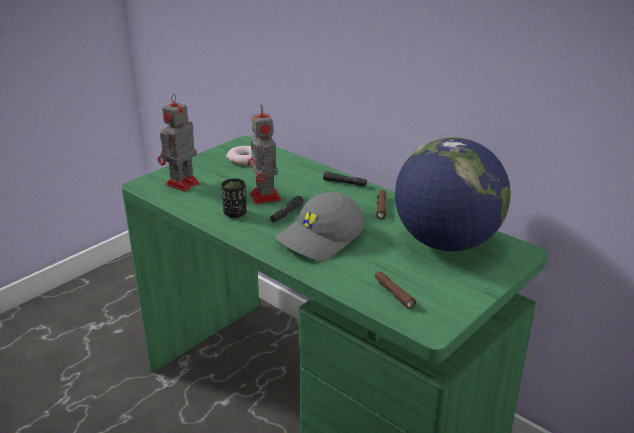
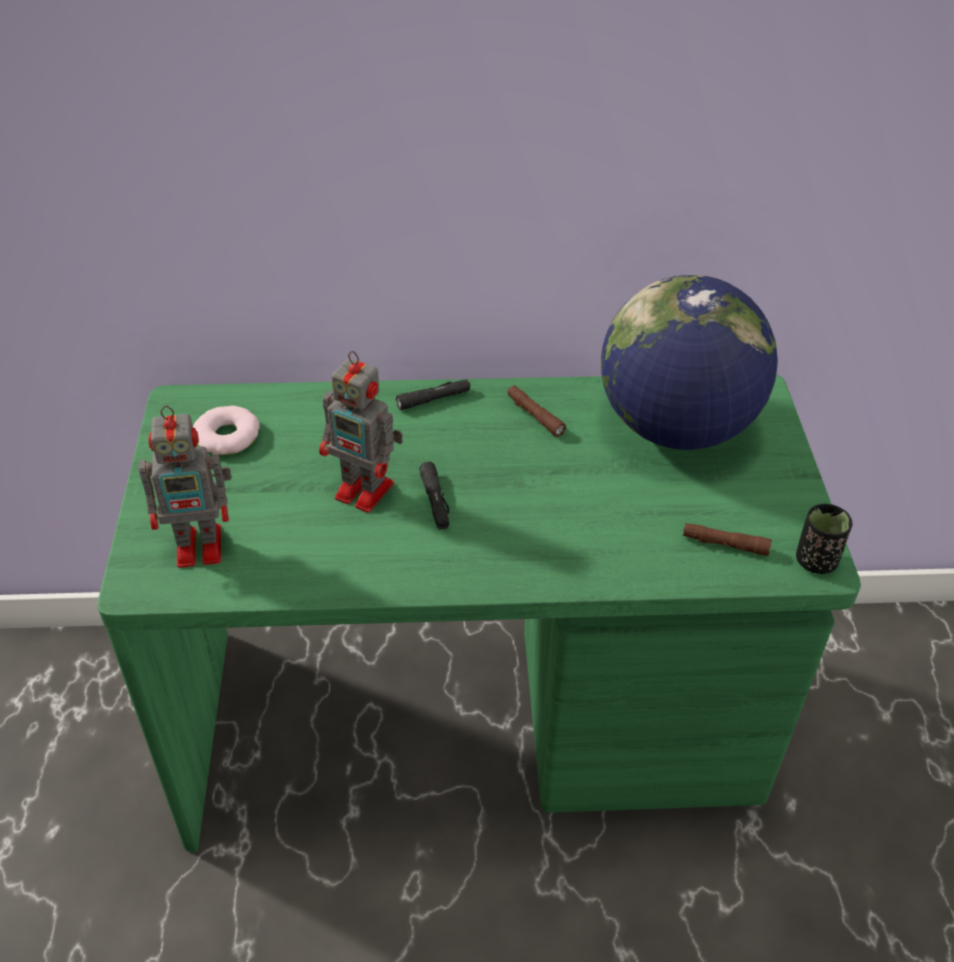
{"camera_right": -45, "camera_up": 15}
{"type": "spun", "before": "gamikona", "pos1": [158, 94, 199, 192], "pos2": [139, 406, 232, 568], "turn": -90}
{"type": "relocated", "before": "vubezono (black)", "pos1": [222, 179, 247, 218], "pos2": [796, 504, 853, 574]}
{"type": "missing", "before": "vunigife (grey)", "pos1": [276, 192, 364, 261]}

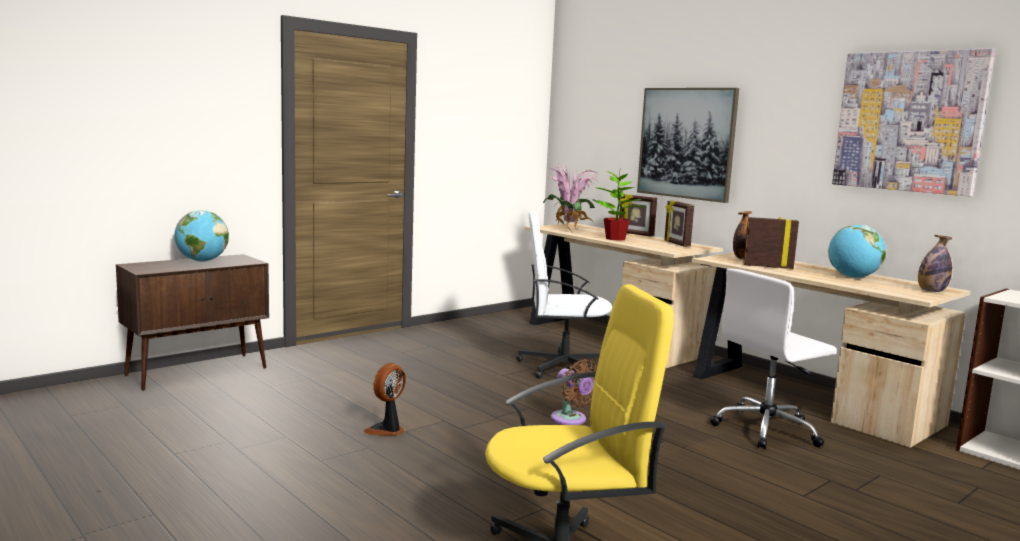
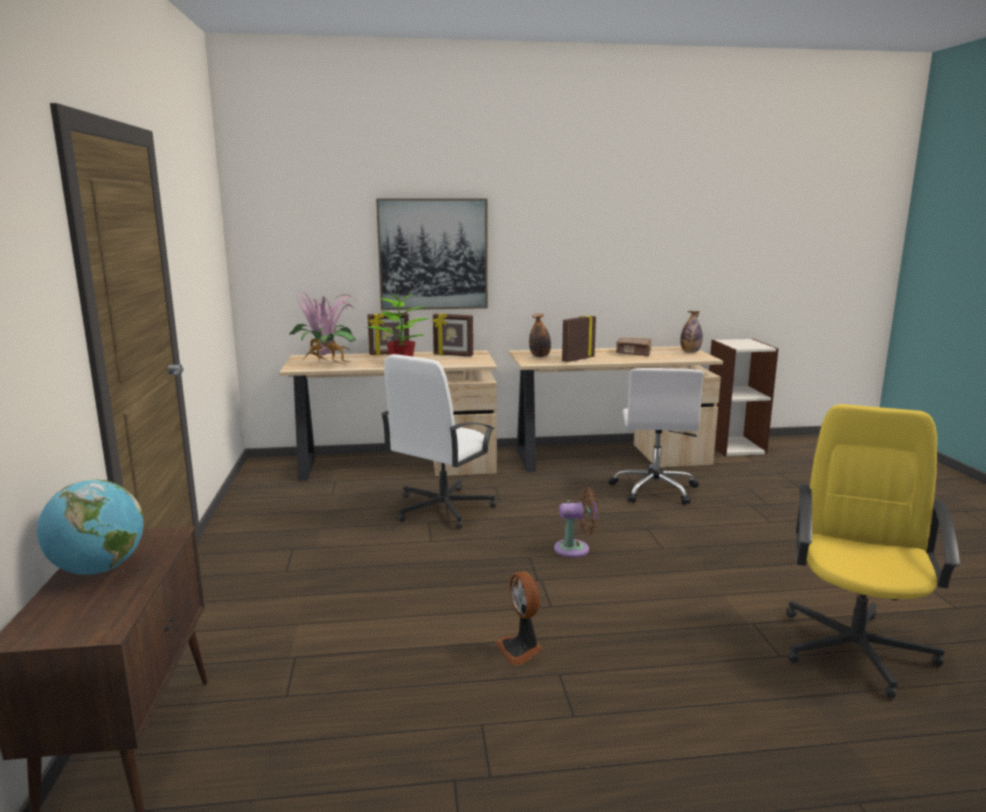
{"camera_right": -55, "camera_up": 5}
{"type": "missing", "before": "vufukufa", "pos1": [832, 48, 995, 197]}
{"type": "exchanged", "before": "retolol", "after": "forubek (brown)", "pos1": [828, 225, 886, 278], "pos2": [616, 338, 652, 356]}

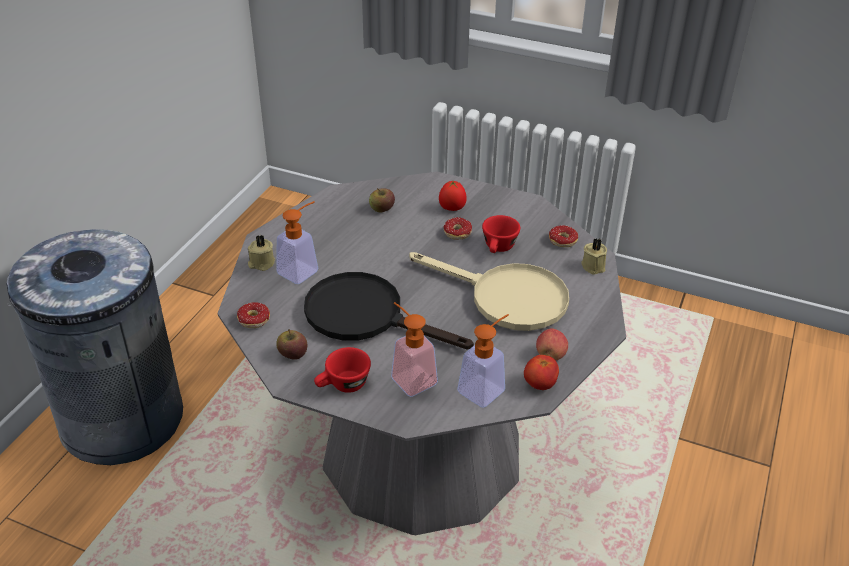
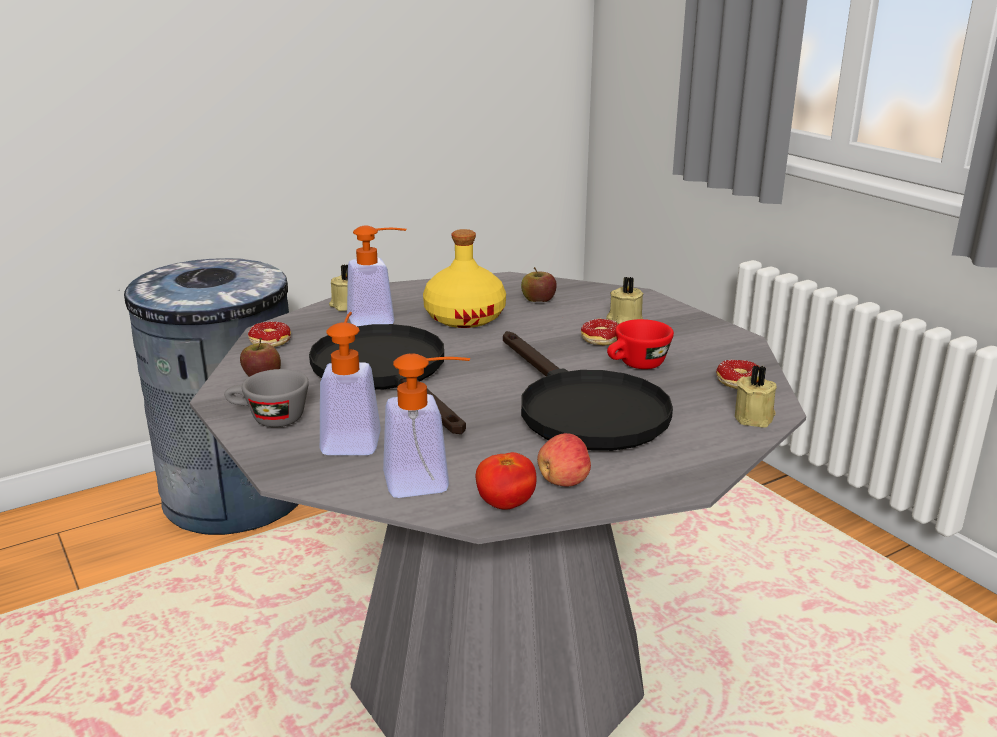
{"camera_right": 35, "camera_up": -15}
{"type": "exchanged", "before": "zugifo", "after": "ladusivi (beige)", "pos1": [439, 181, 467, 211], "pos2": [606, 277, 644, 324]}
{"type": "colour", "before": "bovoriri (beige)", "after": "bovoriri (black)", "pos1": [409, 252, 569, 331], "pos2": [503, 331, 673, 451]}
{"type": "colour", "before": "vubezono (red)", "after": "vubezono (grey)", "pos1": [314, 347, 371, 393], "pos2": [224, 369, 309, 427]}
{"type": "appeared", "after": "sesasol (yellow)", "pos2": [423, 229, 506, 328]}

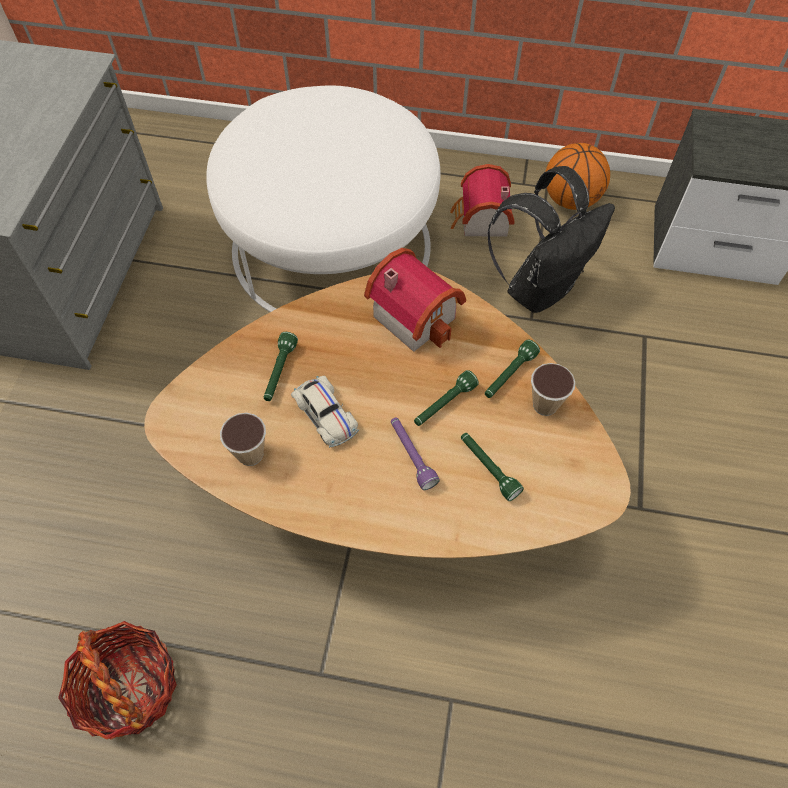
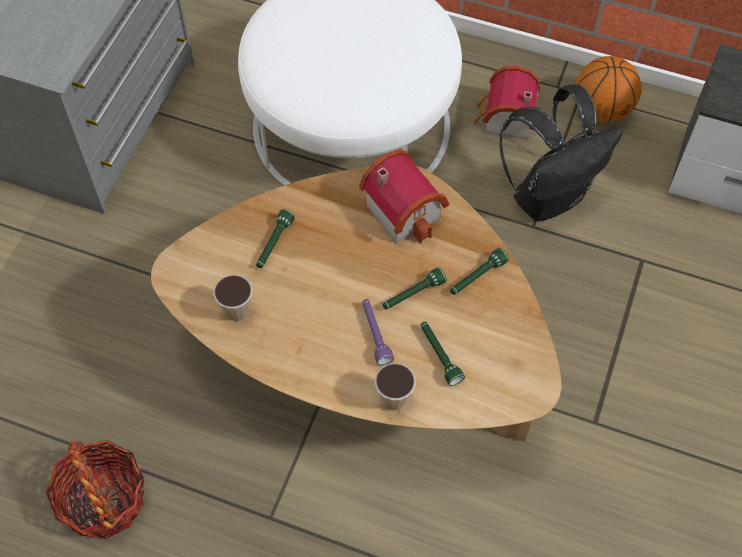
{"camera_right": 10, "camera_up": 0}
{"type": "relocated", "before": "vubezono", "pos1": [531, 363, 575, 416], "pos2": [375, 363, 416, 410]}
{"type": "missing", "before": "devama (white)", "pos1": [291, 375, 359, 448]}

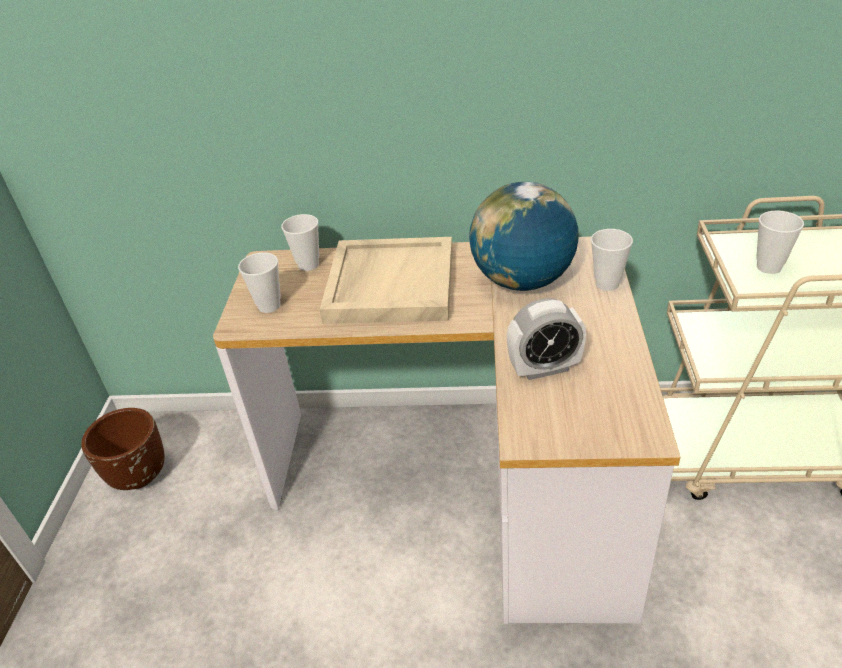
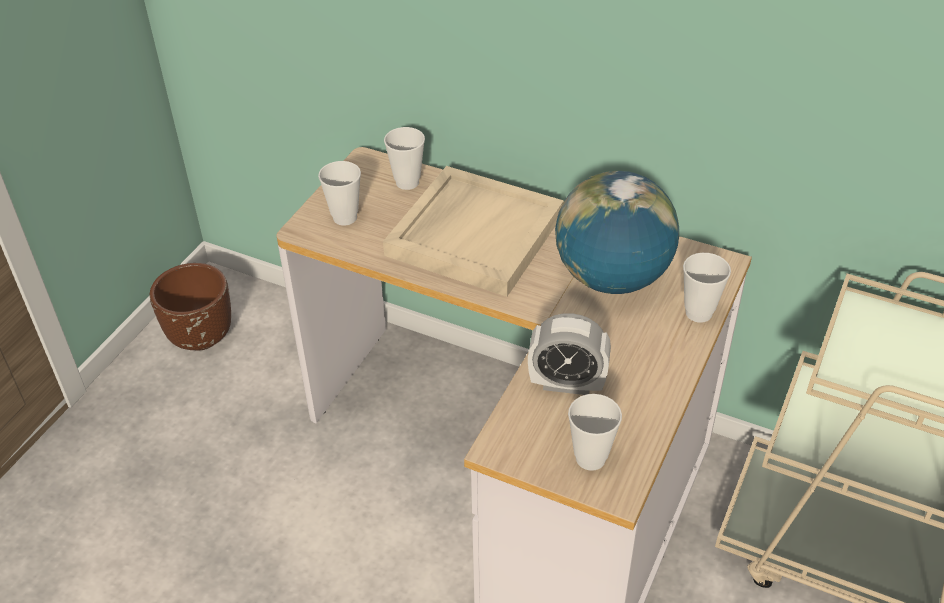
{"camera_right": 20, "camera_up": 5}
{"type": "relocated", "before": "vubezono", "pos1": [756, 210, 804, 274], "pos2": [568, 394, 622, 471]}

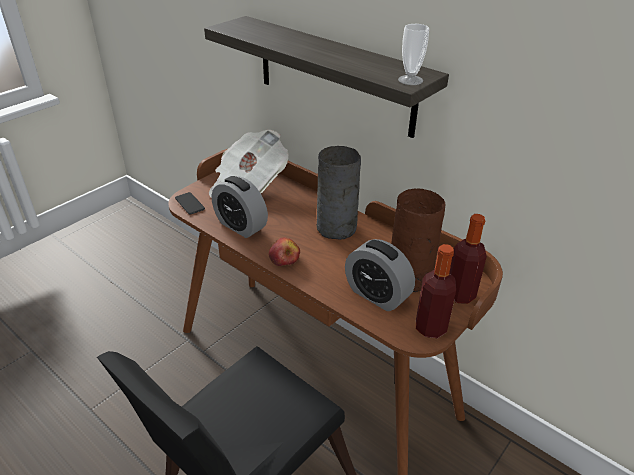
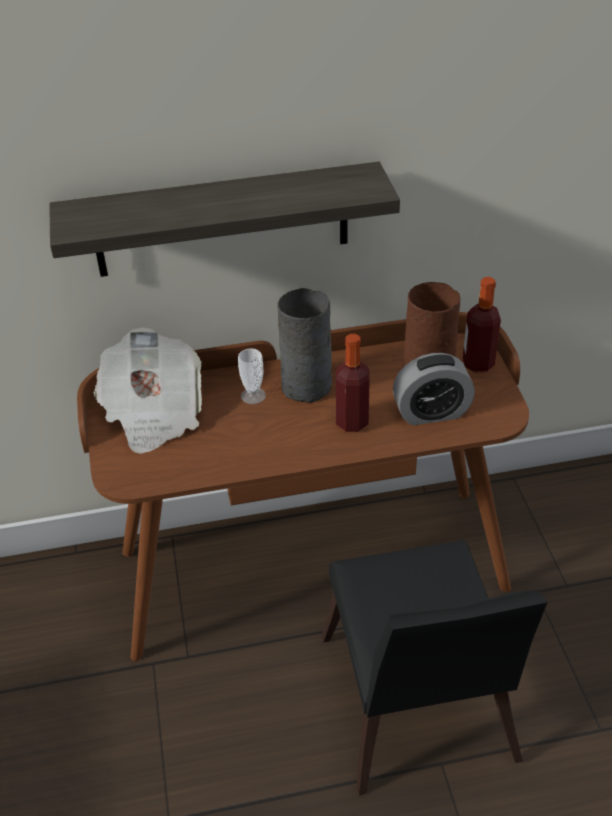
{"camera_right": -50, "camera_up": 5}
{"type": "relocated", "before": "vubezono", "pos1": [398, 24, 429, 85], "pos2": [238, 348, 266, 404]}
{"type": "missing", "before": "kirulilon", "pos1": [212, 176, 268, 238]}
{"type": "missing", "before": "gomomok", "pos1": [175, 192, 205, 214]}
{"type": "missing", "before": "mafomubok", "pos1": [268, 237, 300, 266]}
{"type": "relocated", "before": "sesasol", "pos1": [416, 244, 456, 338], "pos2": [336, 334, 370, 432]}

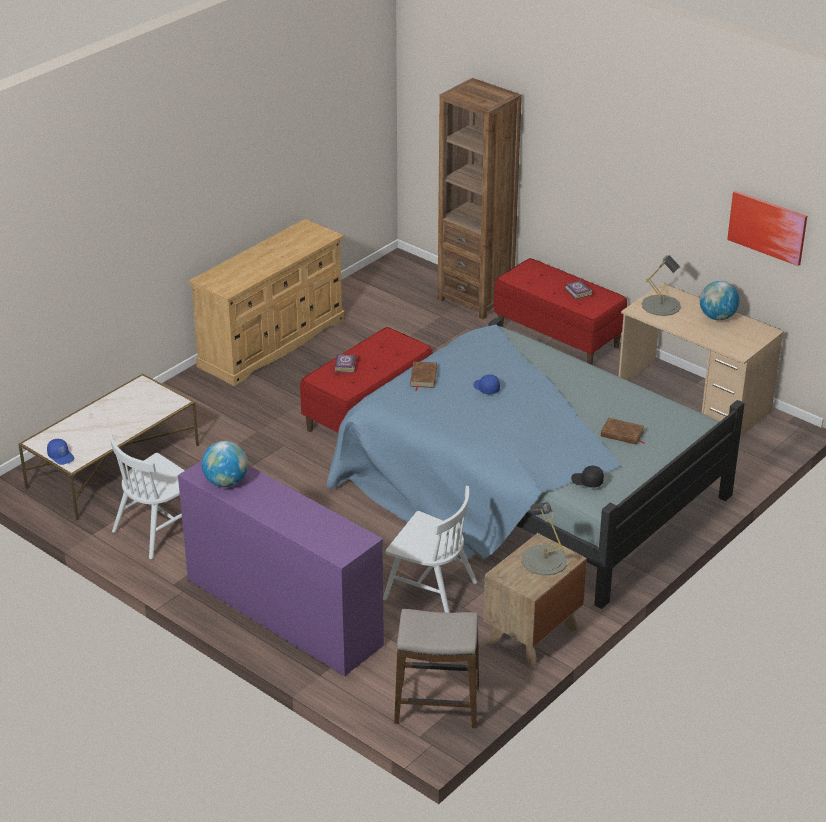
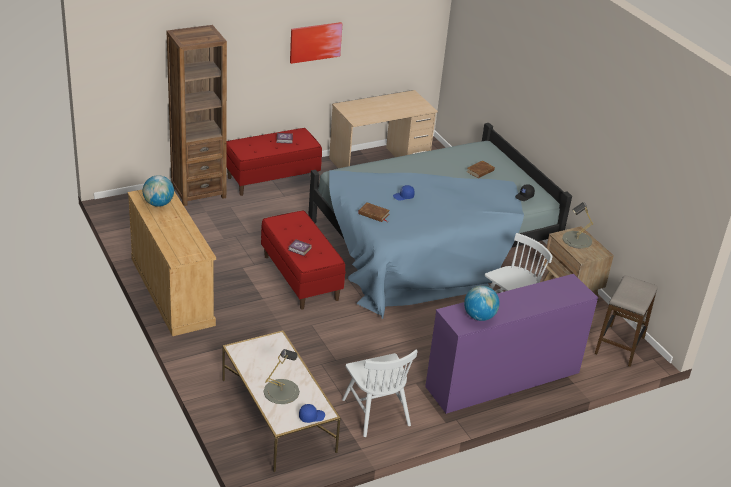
{"camera_right": -70, "camera_up": 0}
{"type": "relocated", "before": "vufukufa", "pos1": [727, 190, 807, 266], "pos2": [290, 22, 343, 64]}
{"type": "relocated", "before": "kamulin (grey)", "pos1": [642, 255, 681, 316], "pos2": [263, 349, 300, 404]}
{"type": "relocated", "before": "retolol", "pos1": [700, 281, 739, 320], "pos2": [143, 175, 174, 207]}

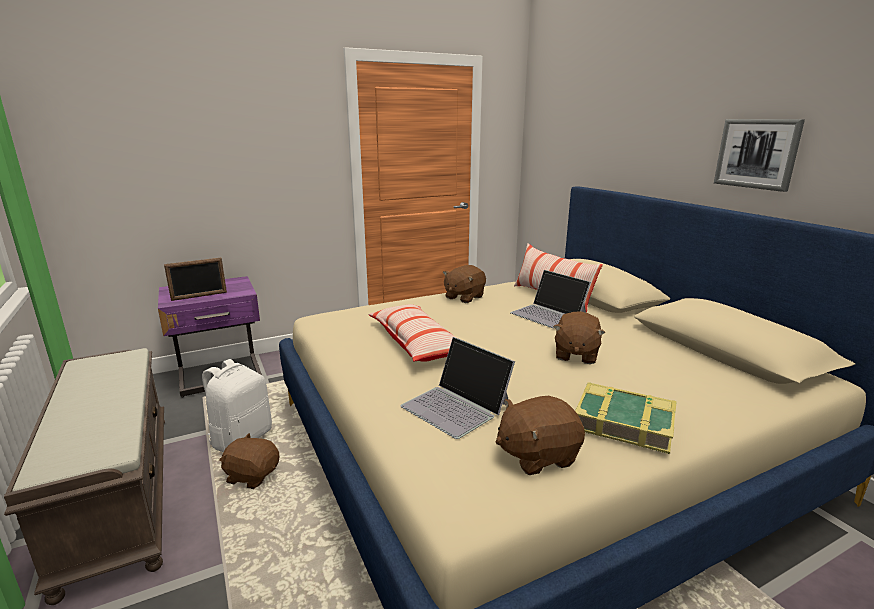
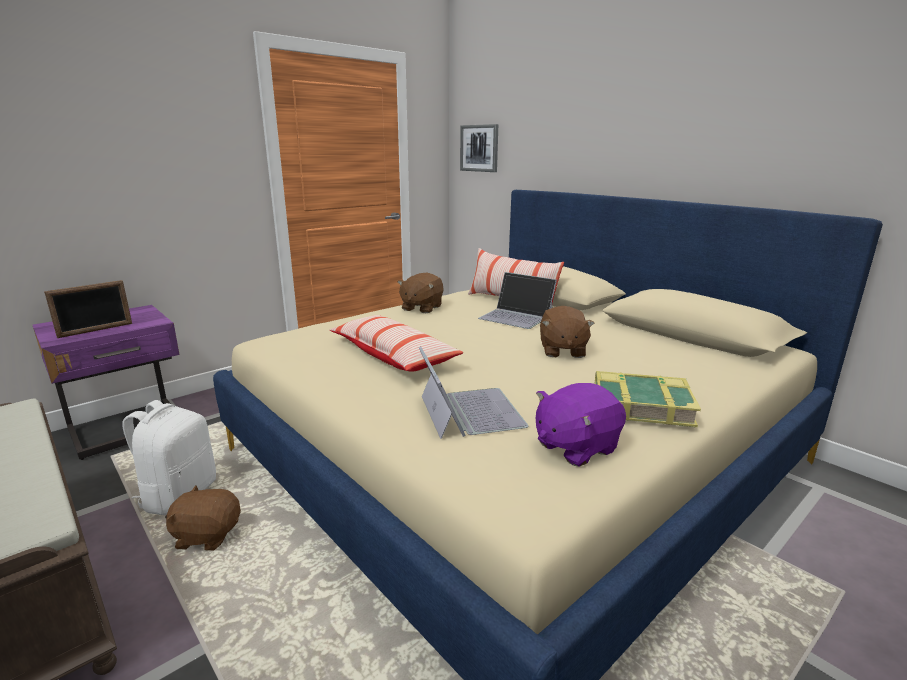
{"camera_right": -15, "camera_up": 0}
{"type": "relocated", "before": "vufukufa", "pos1": [714, 119, 805, 192], "pos2": [460, 124, 498, 172]}
{"type": "spun", "before": "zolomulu", "pos1": [400, 337, 515, 439], "pos2": [419, 346, 528, 439], "turn": -135}
{"type": "colour", "before": "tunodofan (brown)", "after": "tunodofan (purple)", "pos1": [496, 396, 585, 475], "pos2": [536, 383, 626, 467]}

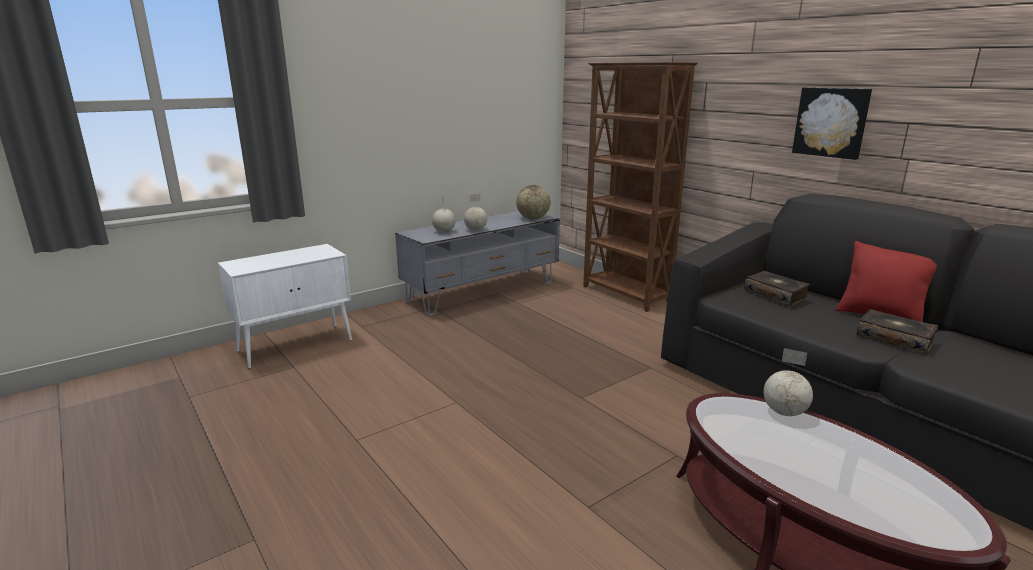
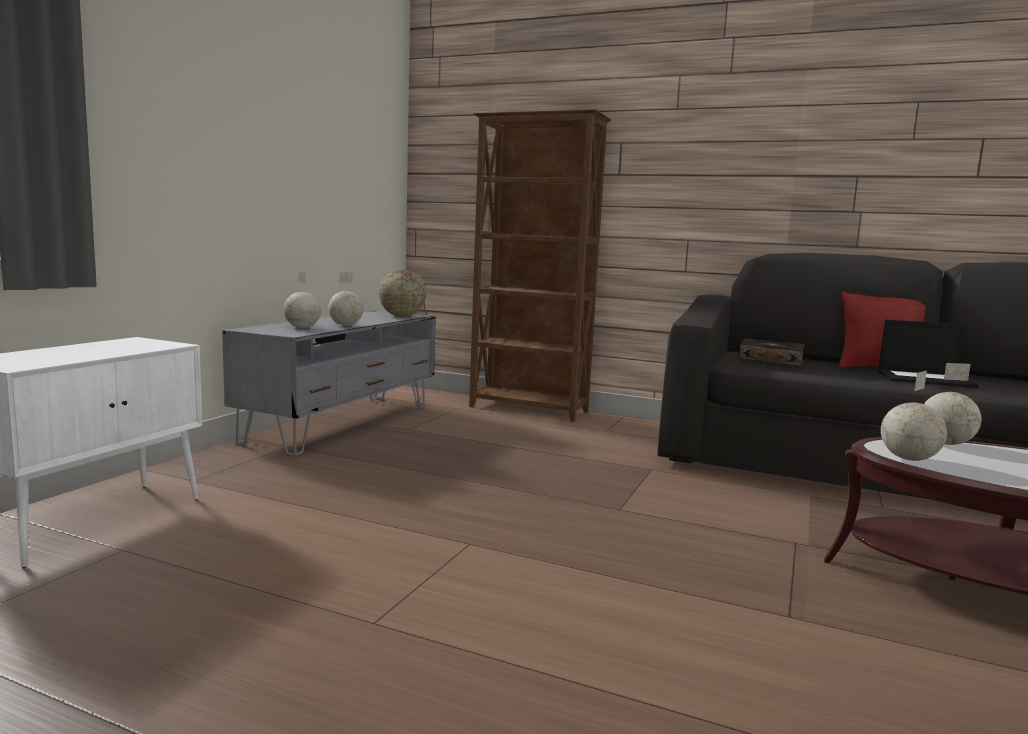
{"camera_right": -30, "camera_up": -10}
{"type": "missing", "before": "vufukufa", "pos1": [792, 88, 872, 160]}
{"type": "exchanged", "before": "forubek", "after": "zolomulu", "pos1": [857, 309, 938, 355], "pos2": [878, 320, 979, 388]}
{"type": "appeared", "after": "retolol", "pos2": [881, 371, 947, 461]}

